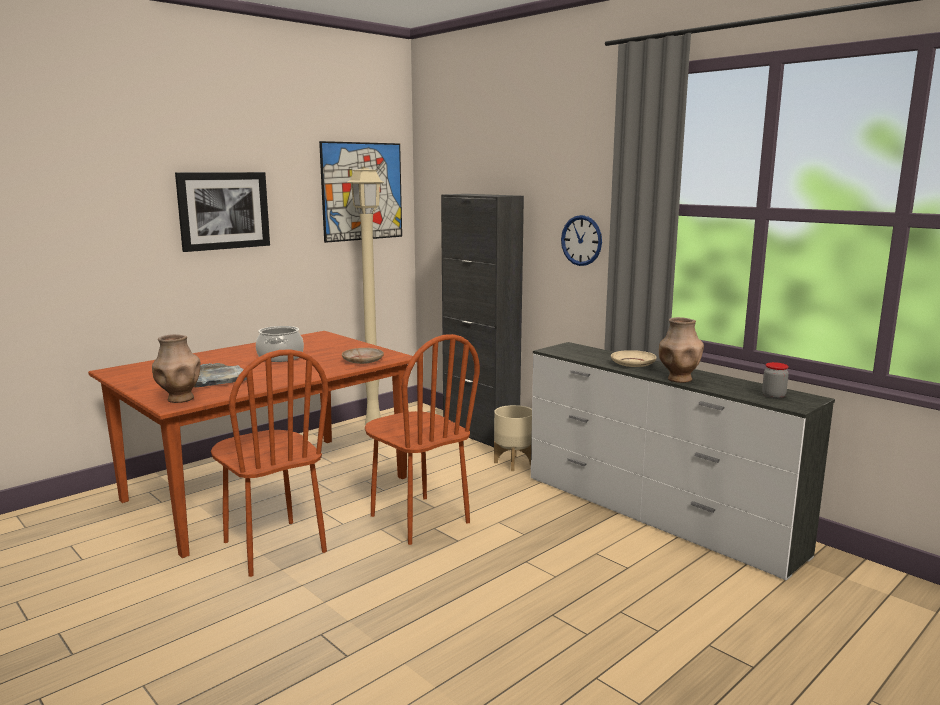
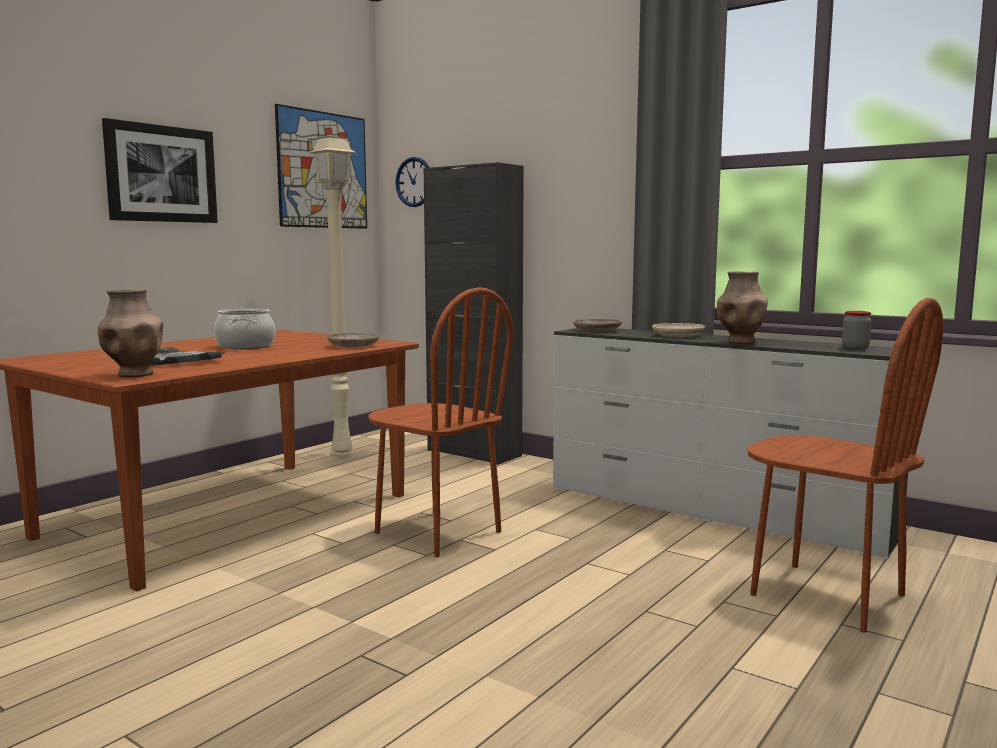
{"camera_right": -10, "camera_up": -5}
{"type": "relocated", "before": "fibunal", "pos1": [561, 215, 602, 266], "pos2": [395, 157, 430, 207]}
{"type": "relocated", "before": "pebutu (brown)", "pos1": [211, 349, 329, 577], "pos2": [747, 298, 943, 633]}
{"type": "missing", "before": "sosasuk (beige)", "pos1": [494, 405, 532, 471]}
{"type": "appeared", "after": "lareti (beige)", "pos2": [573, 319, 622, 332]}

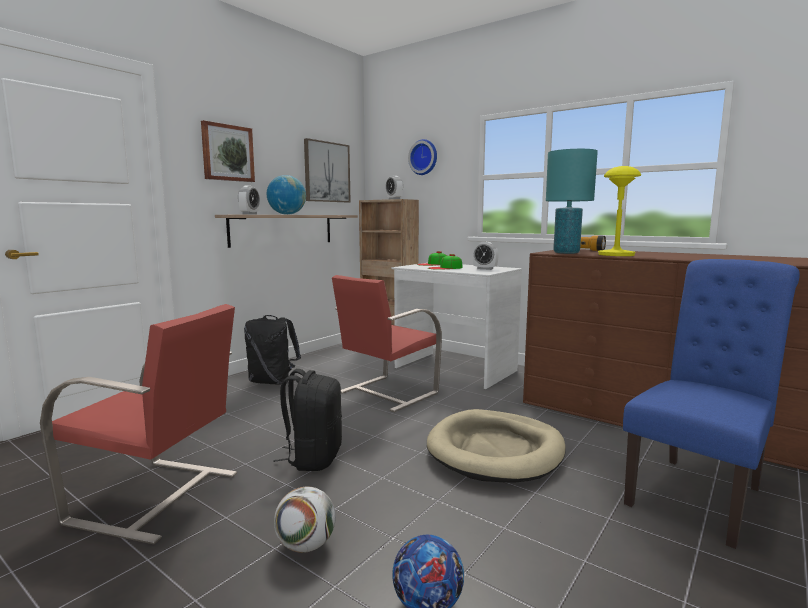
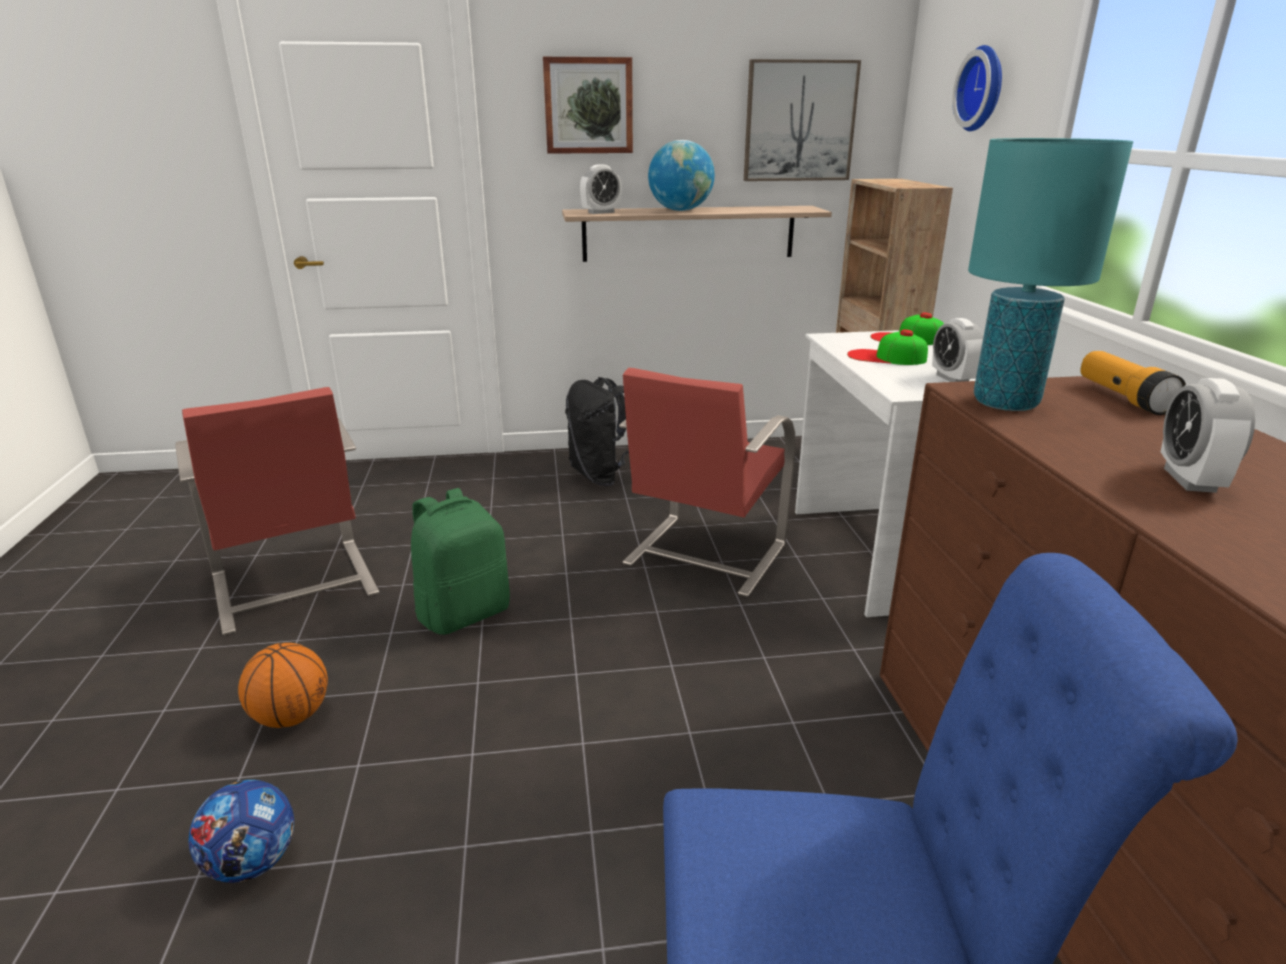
{"camera_right": 45, "camera_up": 15}
{"type": "missing", "before": "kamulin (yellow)", "pos1": [598, 166, 641, 256]}
{"type": "relocated", "before": "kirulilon", "pos1": [386, 176, 403, 199], "pos2": [1161, 378, 1255, 493]}
{"type": "spun", "before": "pebutu (red)", "pos1": [332, 275, 442, 412], "pos2": [619, 368, 796, 597], "turn": -60}
{"type": "colour", "before": "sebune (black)", "after": "sebune (green)", "pos1": [273, 369, 342, 471], "pos2": [411, 488, 510, 635]}
{"type": "missing", "before": "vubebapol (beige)", "pos1": [427, 409, 565, 483]}
{"type": "exchanged", "before": "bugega", "after": "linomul", "pos1": [274, 487, 336, 553], "pos2": [238, 643, 328, 728]}

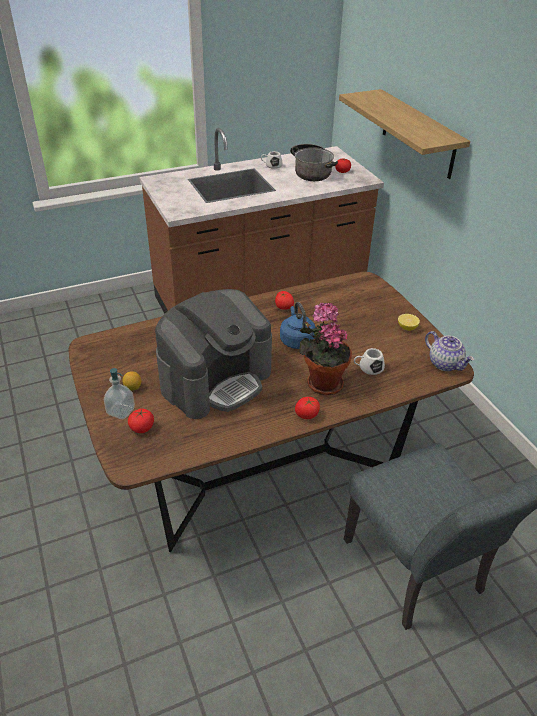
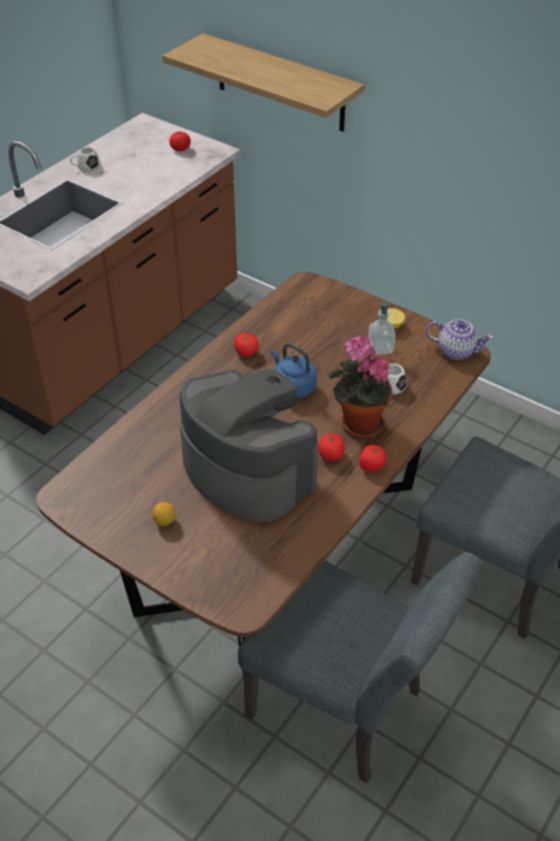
{"camera_right": -30, "camera_up": 5}
{"type": "missing", "before": "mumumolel", "pos1": [290, 144, 338, 181]}
{"type": "spun", "before": "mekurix", "pos1": [155, 289, 272, 419], "pos2": [179, 369, 318, 522], "turn": -60}
{"type": "relocated", "before": "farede", "pos1": [104, 368, 135, 419], "pos2": [368, 302, 396, 355]}
{"type": "relocated", "before": "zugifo", "pos1": [128, 409, 154, 433], "pos2": [318, 433, 345, 461]}
{"type": "appeared", "after": "pebutu (grey)", "pos2": [238, 552, 482, 784]}

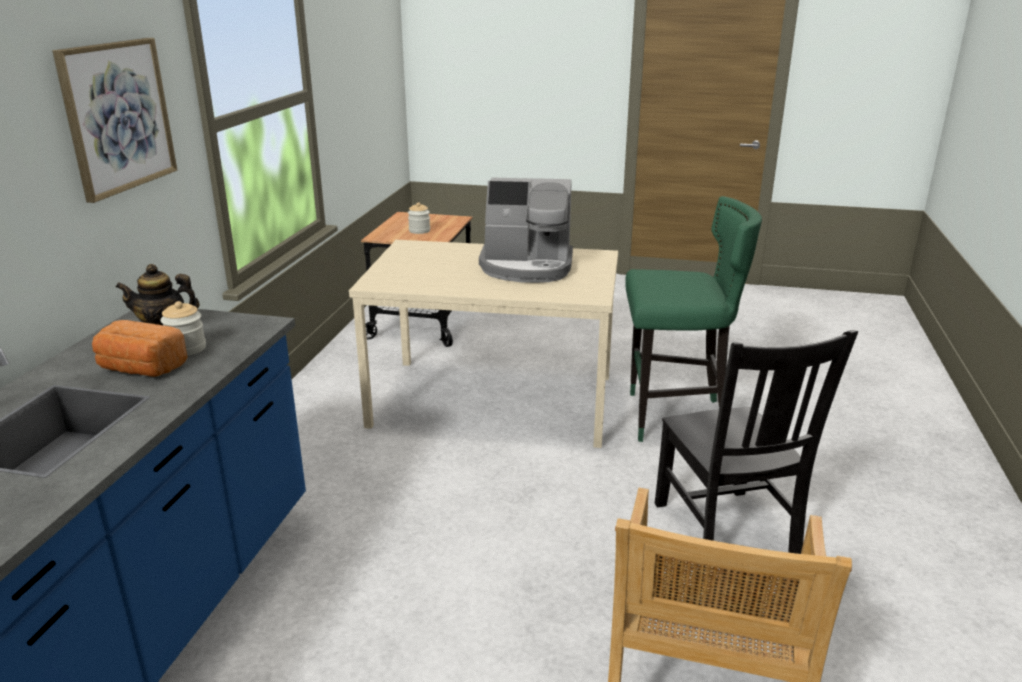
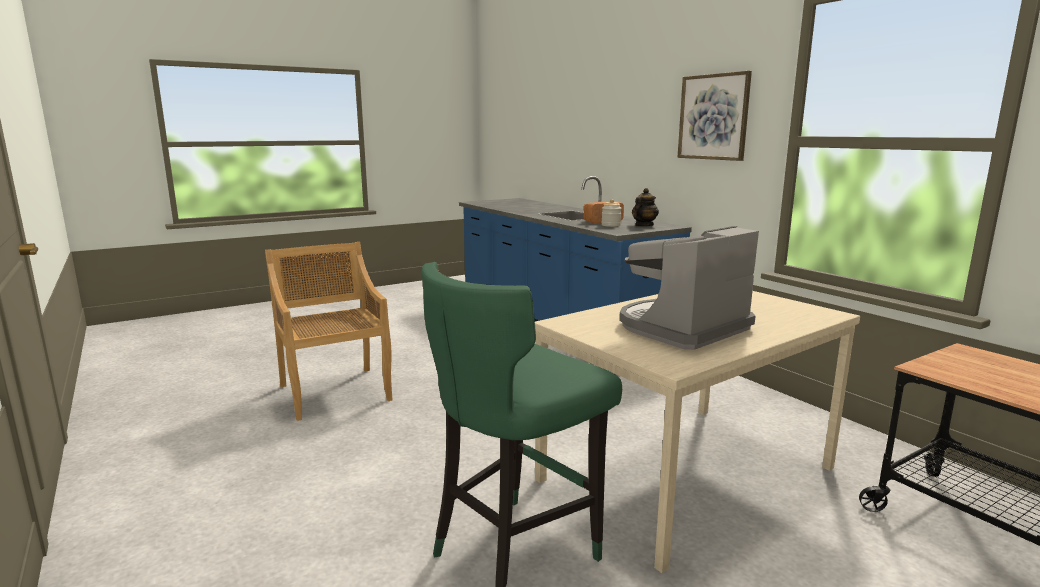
{"camera_right": 135, "camera_up": -10}
{"type": "missing", "before": "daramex", "pos1": [408, 202, 430, 234]}
{"type": "missing", "before": "pebutu (black)", "pos1": [655, 330, 858, 571]}

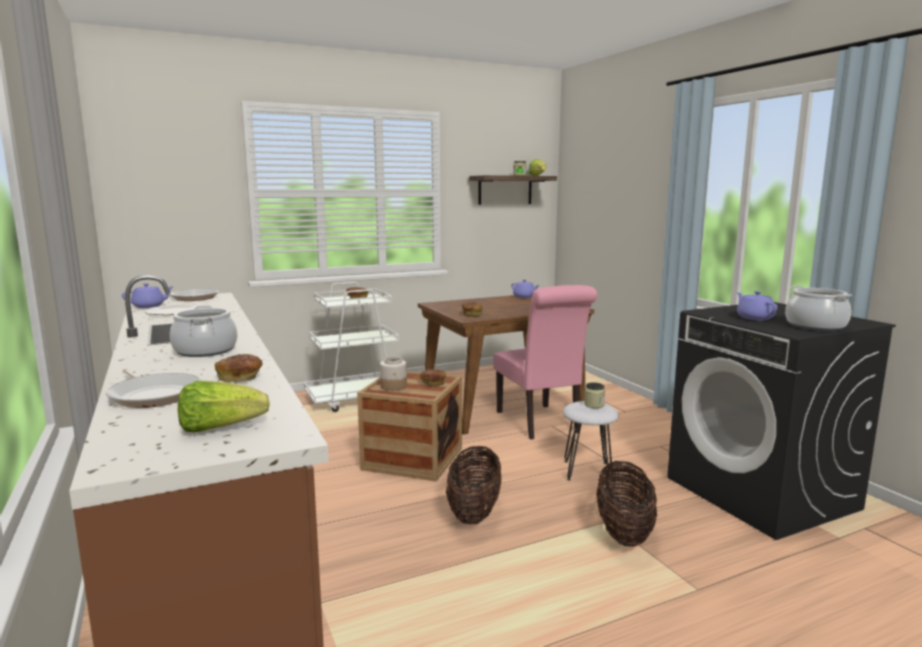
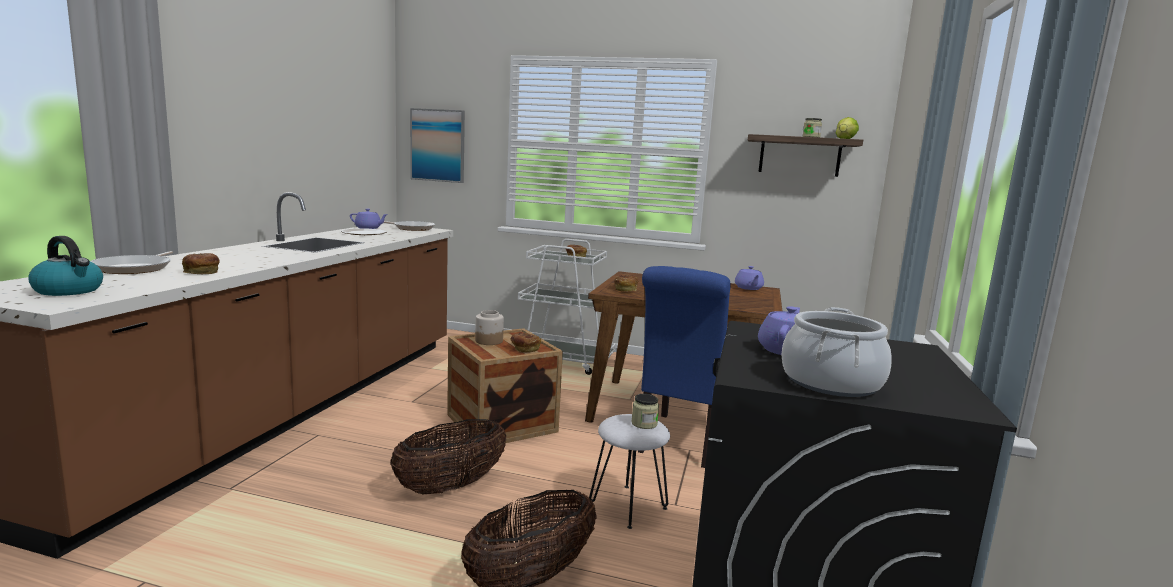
{"camera_right": 40, "camera_up": 0}
{"type": "colour", "before": "pebutu (pink)", "after": "pebutu (blue)", "pos1": [493, 285, 597, 440], "pos2": [638, 266, 731, 468]}
{"type": "missing", "before": "mumumolel", "pos1": [170, 305, 237, 357]}
{"type": "exchanged", "before": "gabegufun", "after": "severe", "pos1": [178, 381, 270, 432], "pos2": [28, 236, 103, 296]}
{"type": "appeared", "after": "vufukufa", "pos2": [410, 108, 465, 183]}

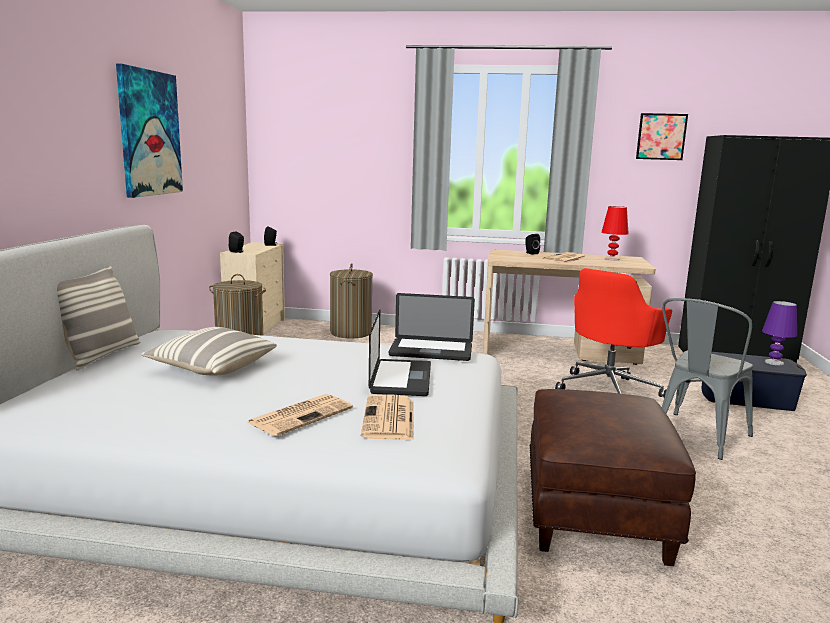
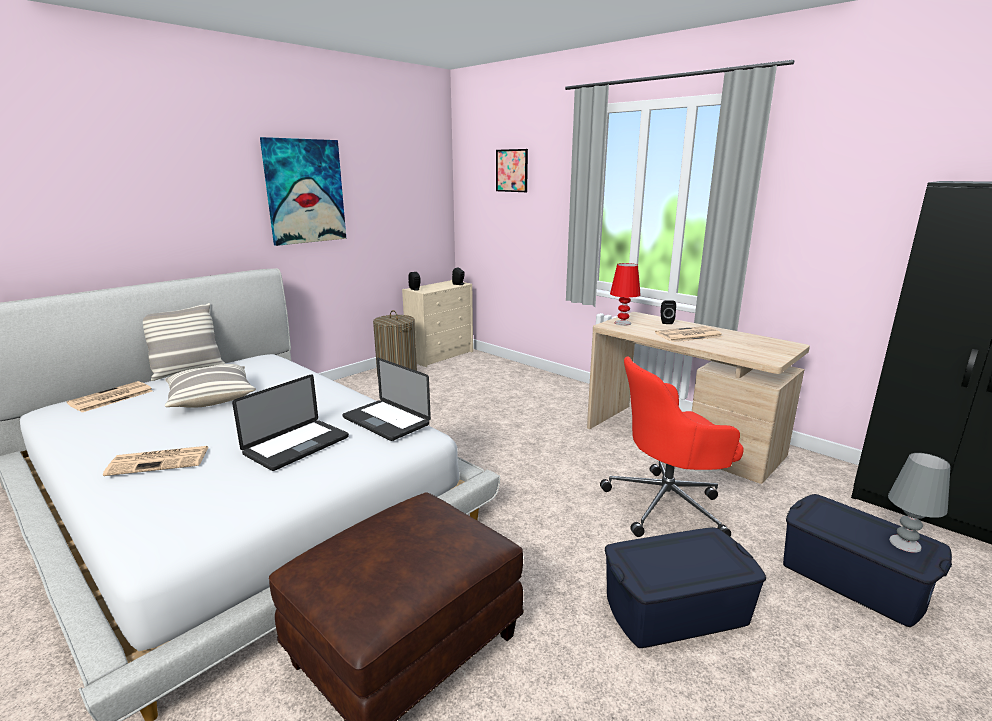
{"camera_right": 35, "camera_up": 5}
{"type": "relocated", "before": "vufukufa", "pos1": [636, 113, 688, 160], "pos2": [496, 149, 528, 192]}
{"type": "relocated", "before": "kamulin (red)", "pos1": [601, 206, 629, 260], "pos2": [610, 263, 641, 326]}
{"type": "missing", "before": "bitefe", "pos1": [330, 263, 373, 338]}
{"type": "exchanged", "before": "pebutu (grey)", "after": "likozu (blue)", "pos1": [662, 298, 753, 460], "pos2": [605, 527, 766, 648]}
{"type": "colour", "before": "kamulin (purple)", "after": "kamulin (grey)", "pos1": [762, 301, 797, 366], "pos2": [888, 453, 951, 553]}
{"type": "relocated", "before": "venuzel", "pos1": [361, 394, 414, 440], "pos2": [66, 381, 153, 412]}

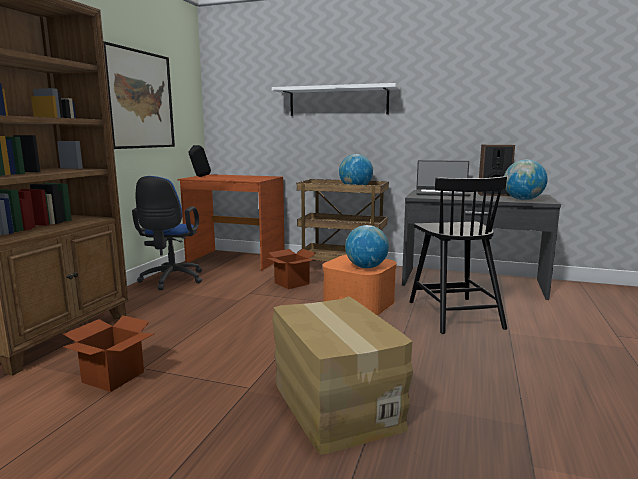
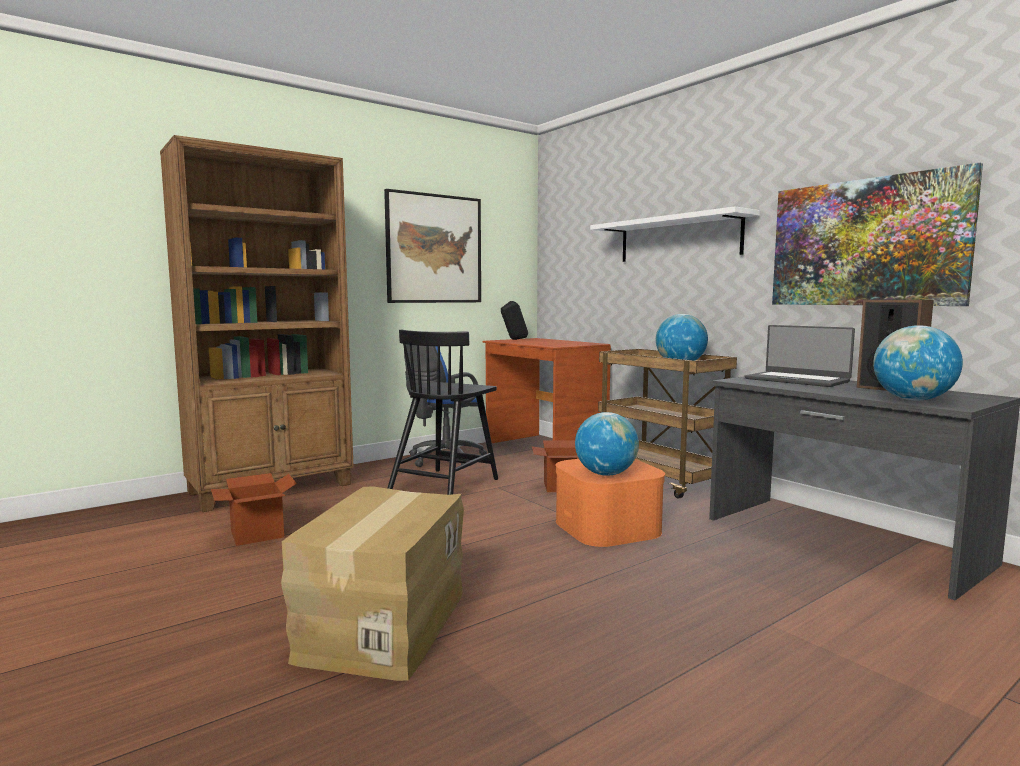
{"camera_right": 35, "camera_up": -5}
{"type": "relocated", "before": "pebutu (black)", "pos1": [410, 176, 507, 334], "pos2": [387, 330, 498, 495]}
{"type": "appeared", "after": "vufukufa", "pos2": [772, 163, 983, 306]}

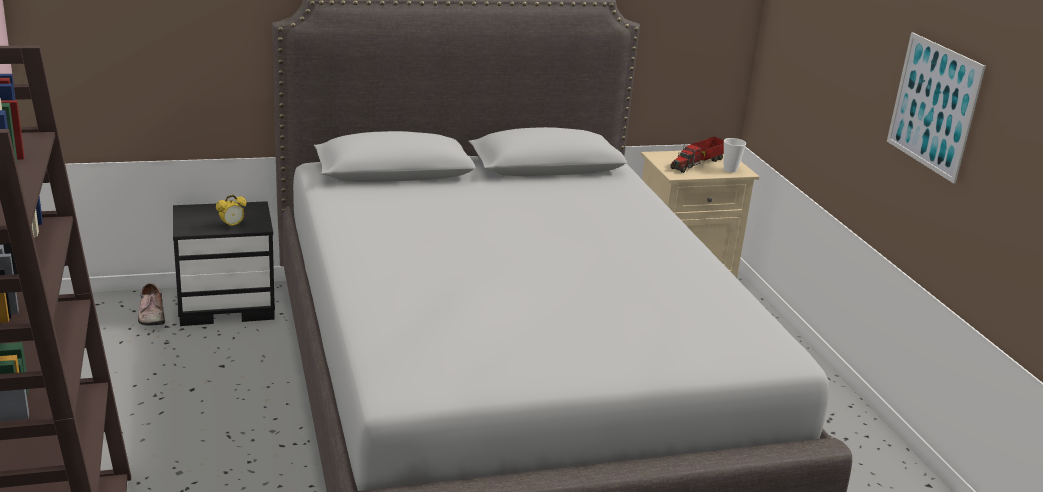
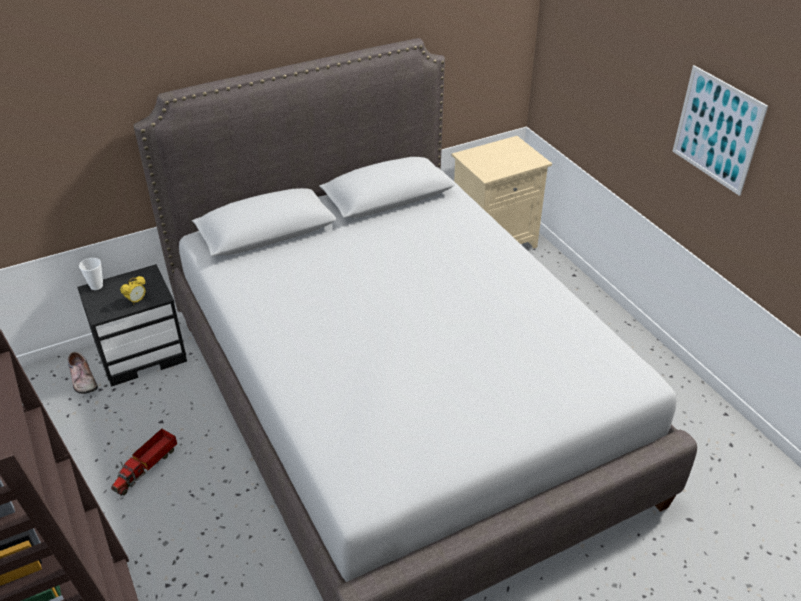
{"camera_right": -10, "camera_up": 15}
{"type": "relocated", "before": "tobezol", "pos1": [670, 137, 724, 173], "pos2": [111, 429, 177, 496]}
{"type": "relocated", "before": "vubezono", "pos1": [724, 138, 746, 173], "pos2": [79, 258, 103, 290]}

